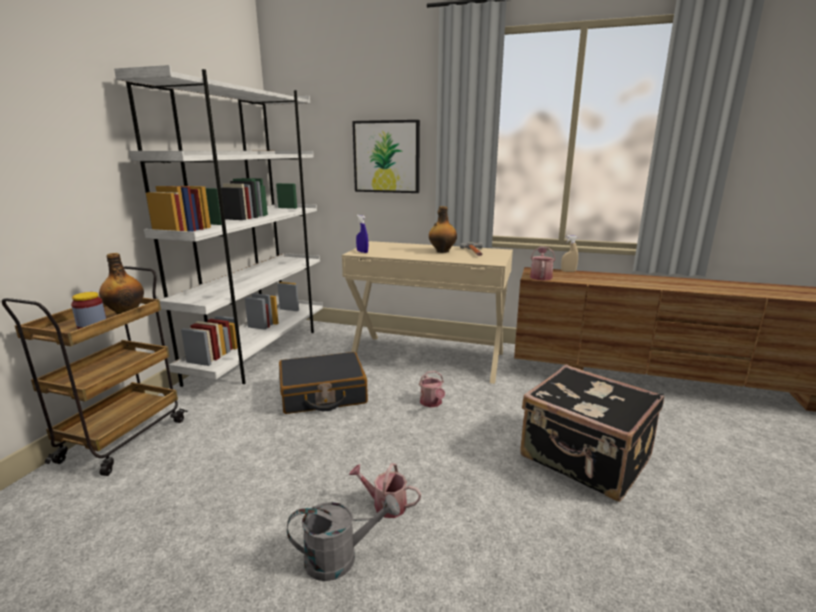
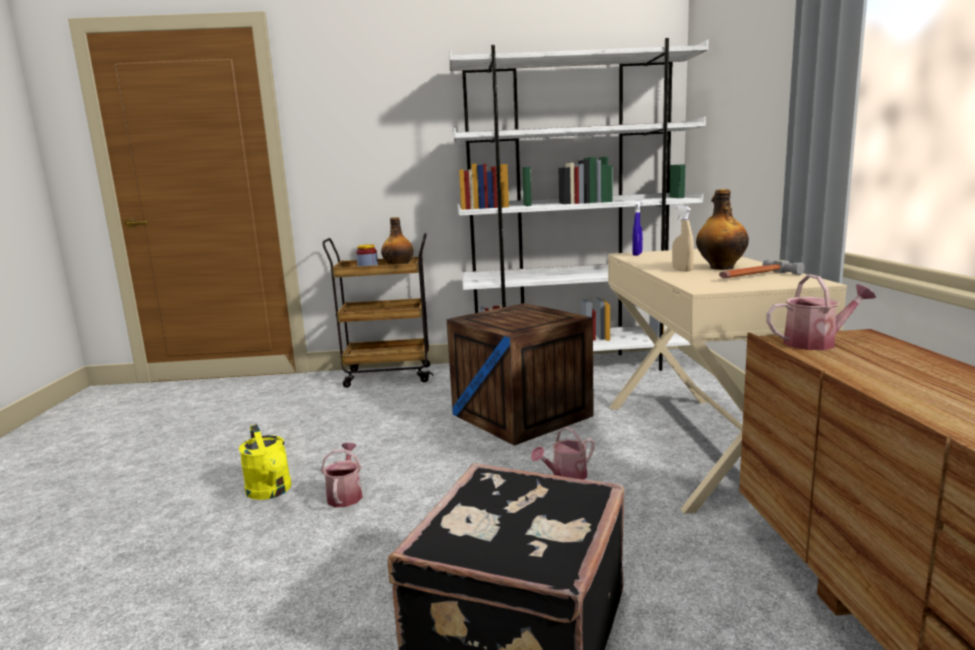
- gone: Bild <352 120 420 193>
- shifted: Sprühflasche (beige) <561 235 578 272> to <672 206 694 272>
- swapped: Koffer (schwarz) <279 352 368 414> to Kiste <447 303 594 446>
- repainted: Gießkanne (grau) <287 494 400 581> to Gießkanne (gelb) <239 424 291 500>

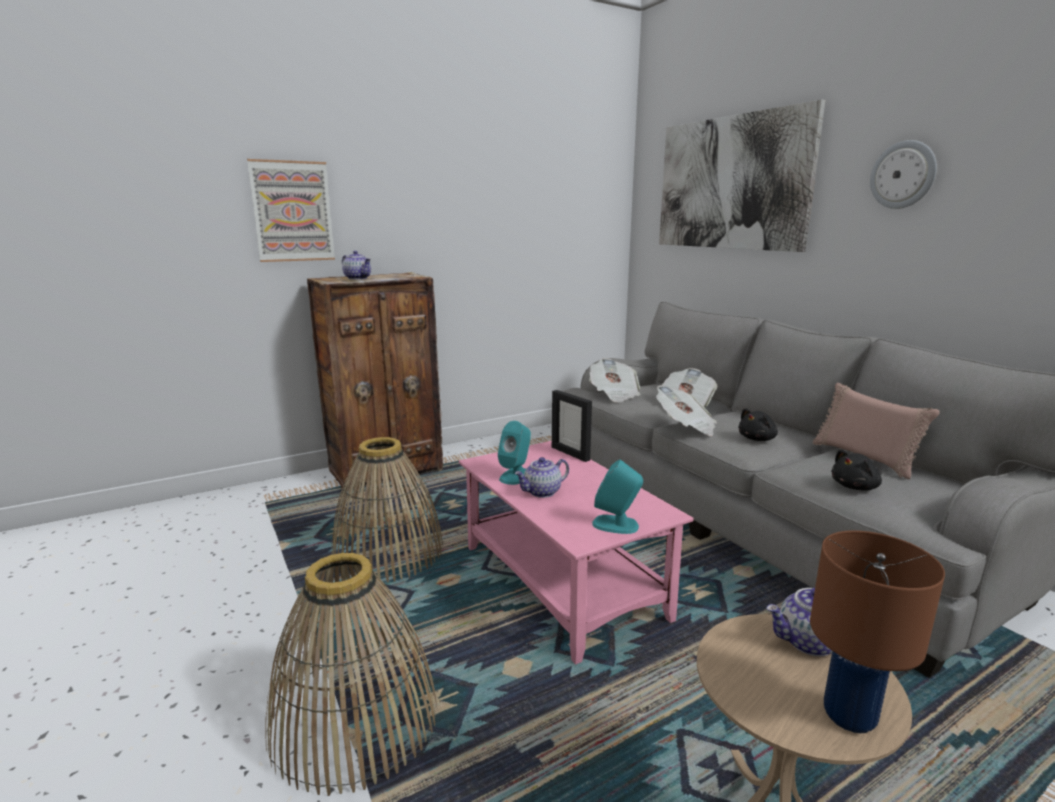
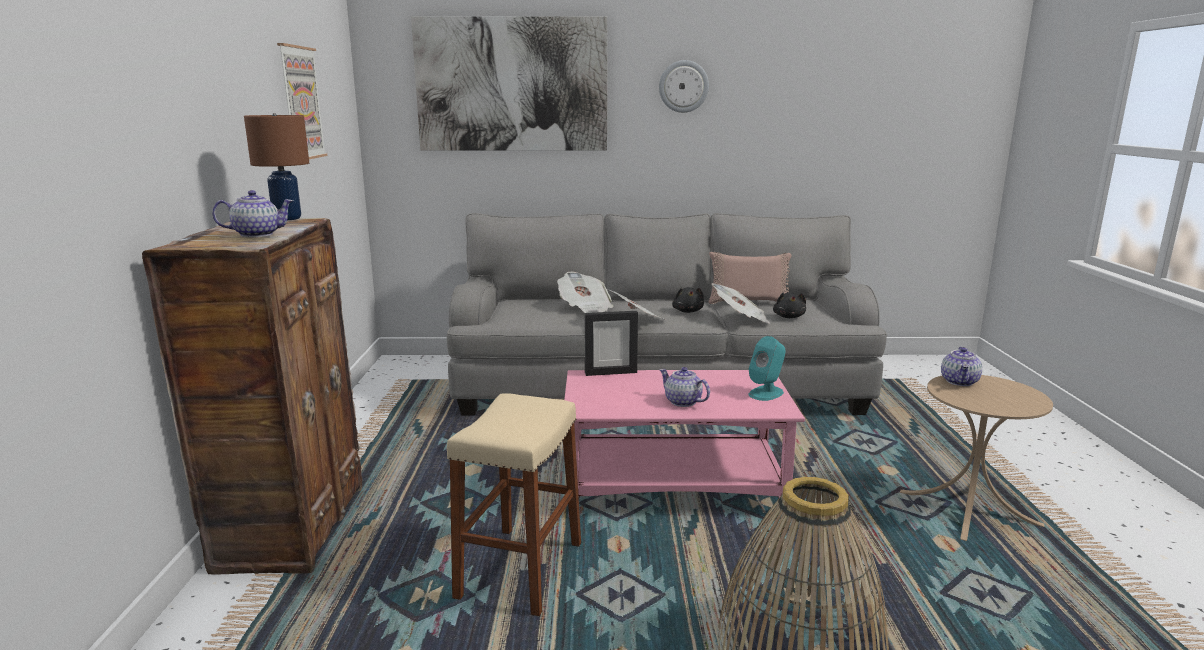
- gone: Lautsprecher (türkis) <498 421 531 485>
- shifted: Bild <247 159 335 262> to <277 43 327 160>
- shifted: Zeitung <590 358 641 403> to <712 283 770 324>
- shifted: Tischlampe (braun) <810 530 945 733> to <244 113 309 221>
- swapped: Korb <331 437 443 583> to Hocker (beige) <447 393 581 616>
- rotated: Teekanne <514 457 569 498> = <659 367 710 407> 135 degrees clockwise

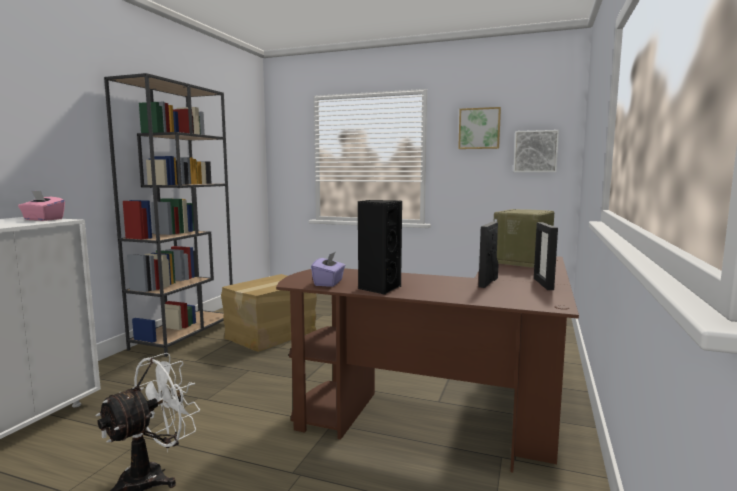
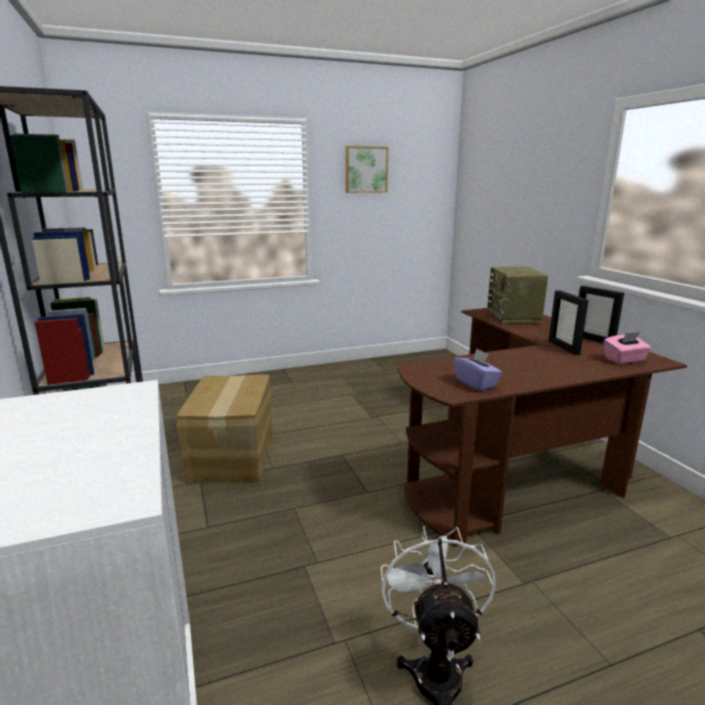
- gone: Lautsprecher (schwarz) <358 200 402 295>
- gone: Bild <513 130 559 172>
- shifted: Taschentuchbox (rosa) <18 190 65 221> to <603 332 651 364>

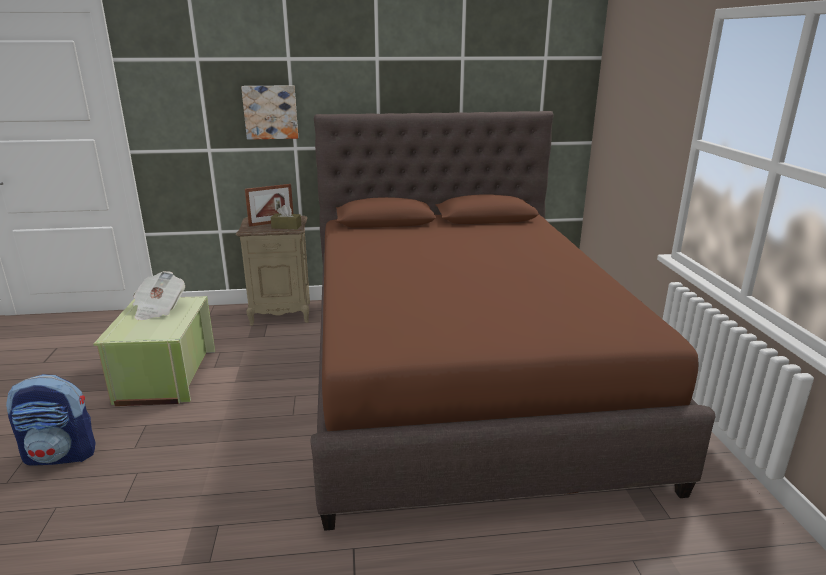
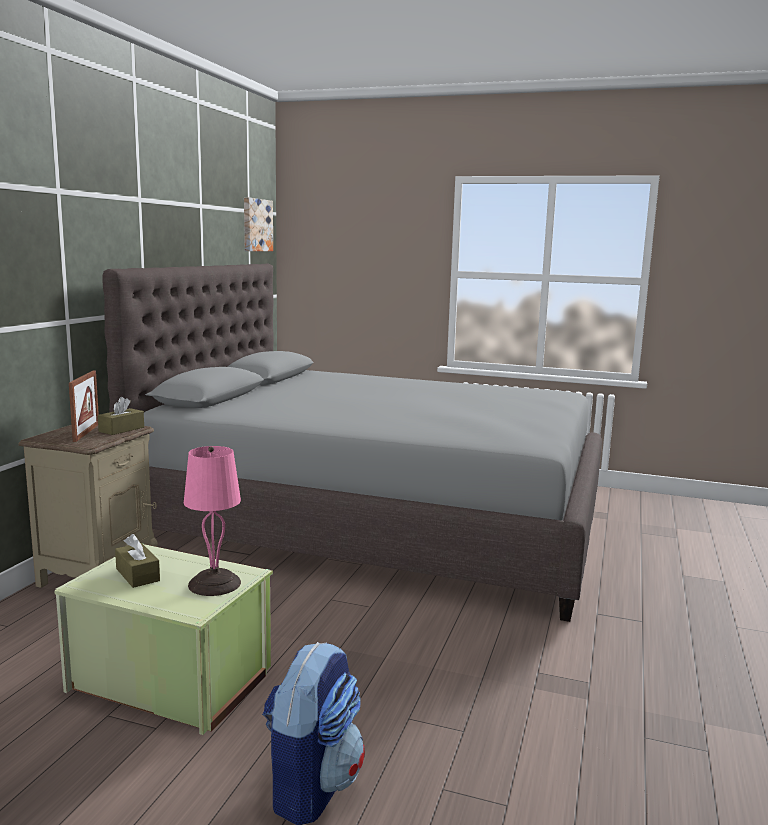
- new: Tischlampe (rosa) <184 446 241 596>
- shifted: Bild <241 85 298 140> to <244 198 273 251>
- swapped: Zeitung <133 271 185 320> to Taschentuchbox (braun) <115 534 160 588>
- repainted: Bett (braun) <311 111 716 531> to Bett (grau) <102 264 602 622>

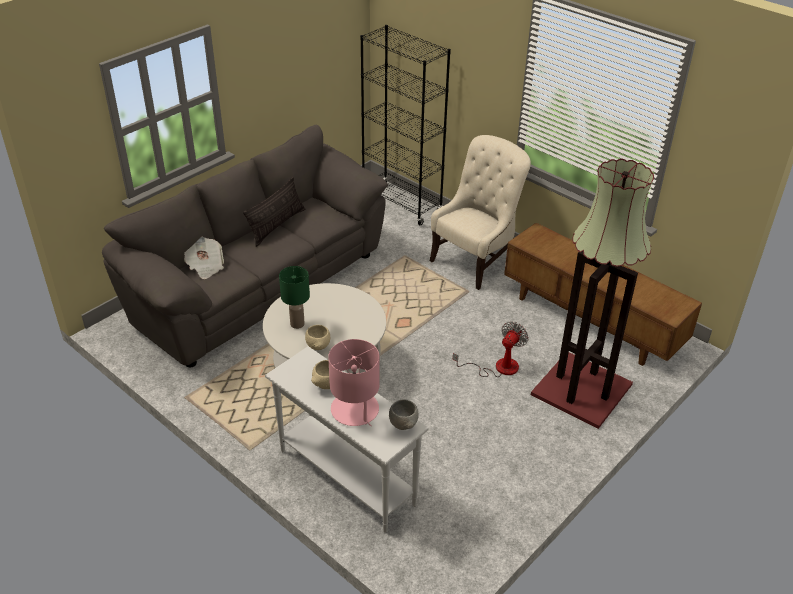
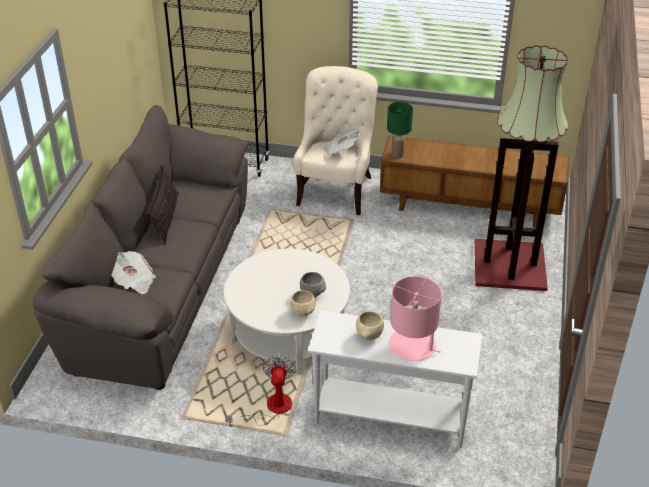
- new: Zeitung <322 128 360 156>
- shifted: Tischlampe (grün) <279 266 310 329> to <387 102 413 158>
- shifted: Schüssel (grau) <389 400 419 430> to <300 272 326 297>
- shifted: Ventilator <453 322 528 377> to <225 356 296 426>

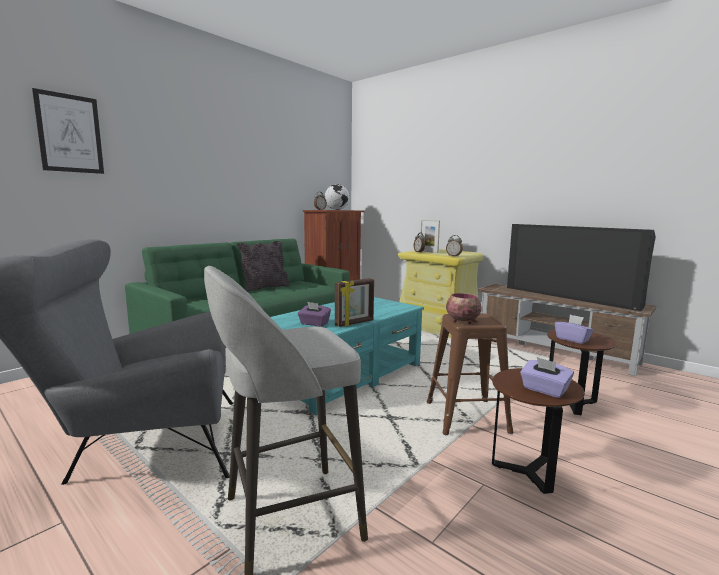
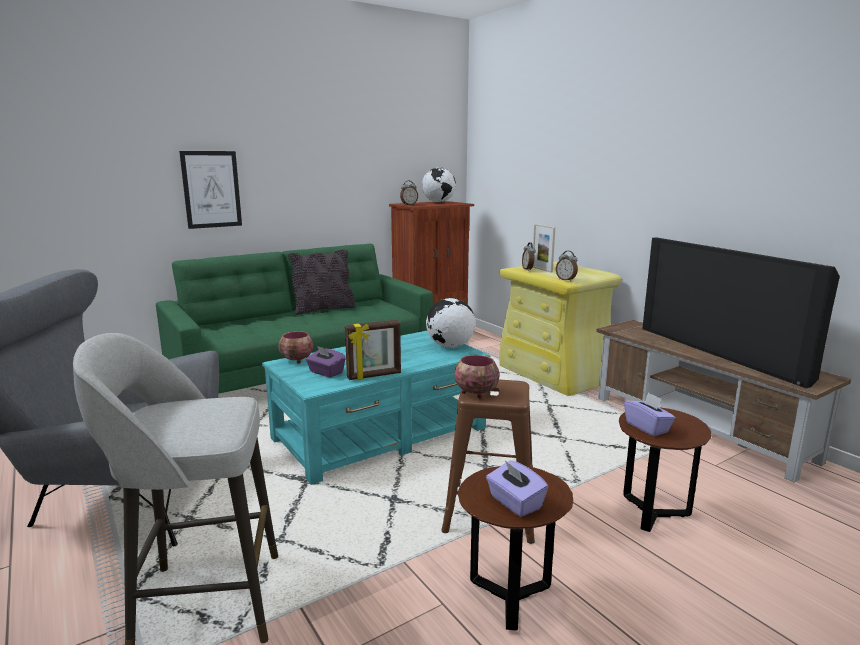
- new: Schüssel <278 331 313 363>
- new: Globus <426 298 475 348>
- shifted: Bild <32 88 104 174> to <179 151 242 229>

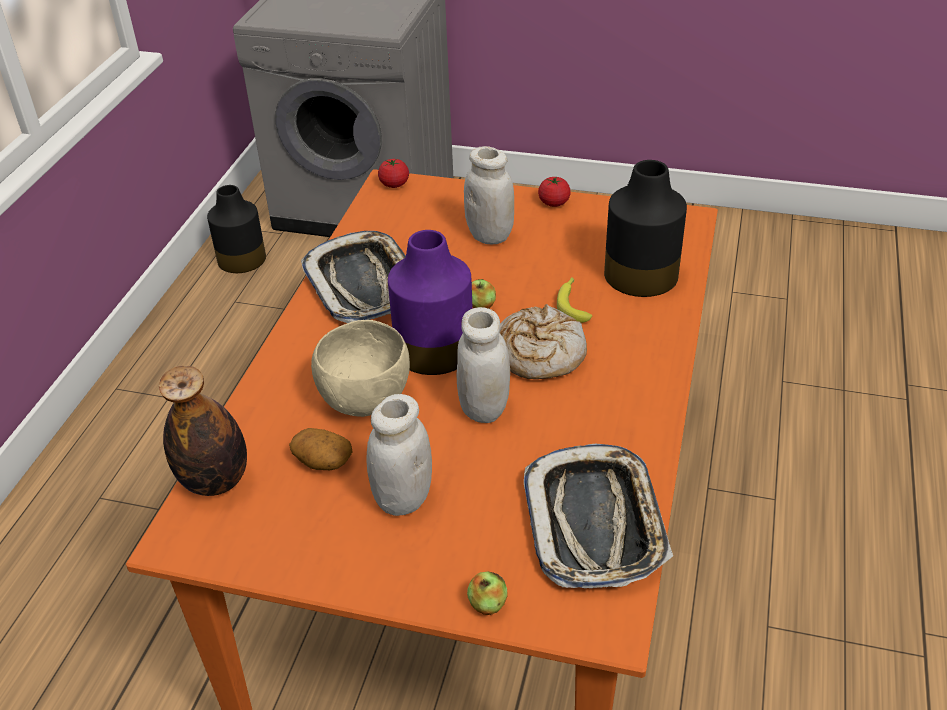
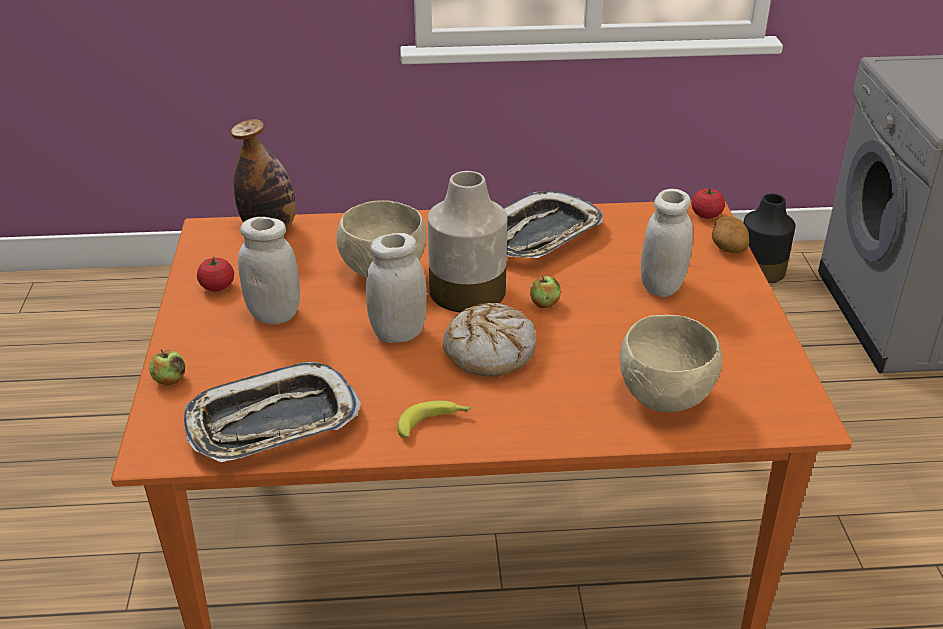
- shifted: Kartoffel <289 428 353 470> to <712 216 749 253>
- shifted: Tomate <538 177 571 207> to <197 257 234 291>
- shifted: Banane <557 277 592 323> to <397 401 471 438>
- swapped: Vase (schwarz) <604 160 687 297> to Schüssel (beige) <620 315 722 412>
- repainted: Vase (lila) <388 230 473 375> to Vase (beige) <428 171 507 313>

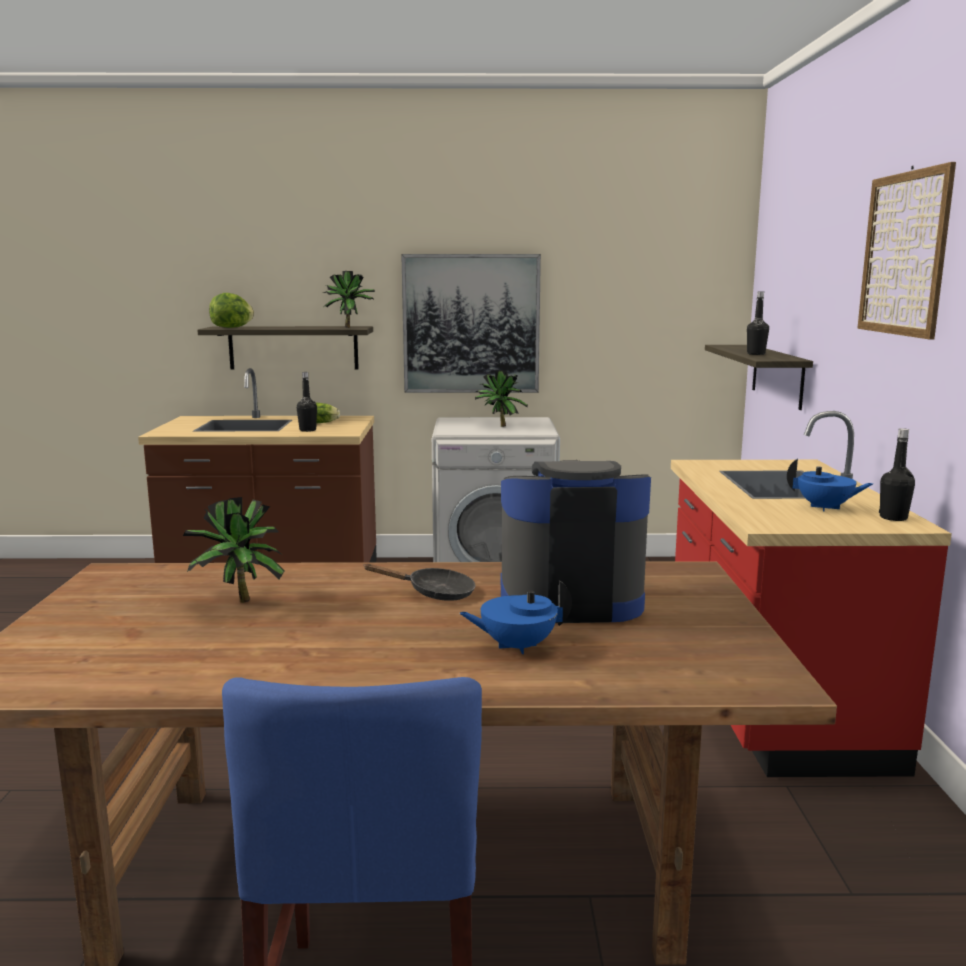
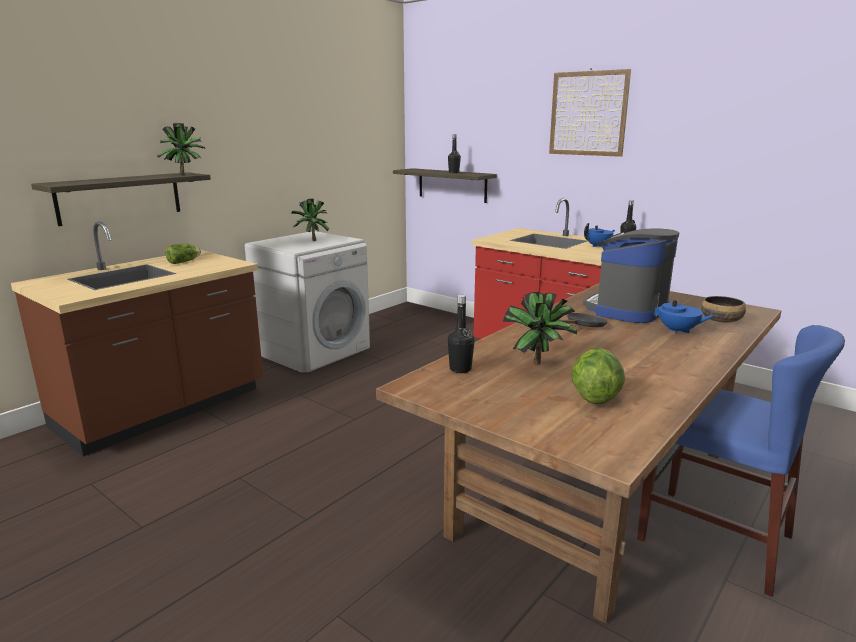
- gone: Bild <401 254 541 393>
- new: Schüssel <701 296 746 323>
- shifted: Salatkopf <209 293 254 328> to <571 348 625 405>
- shifted: Flasche (schwarz) <296 372 317 432> to <448 295 475 373>
- rotated: Teekanne (blau) <459 580 572 654> = <650 293 716 334> 90 degrees counterclockwise

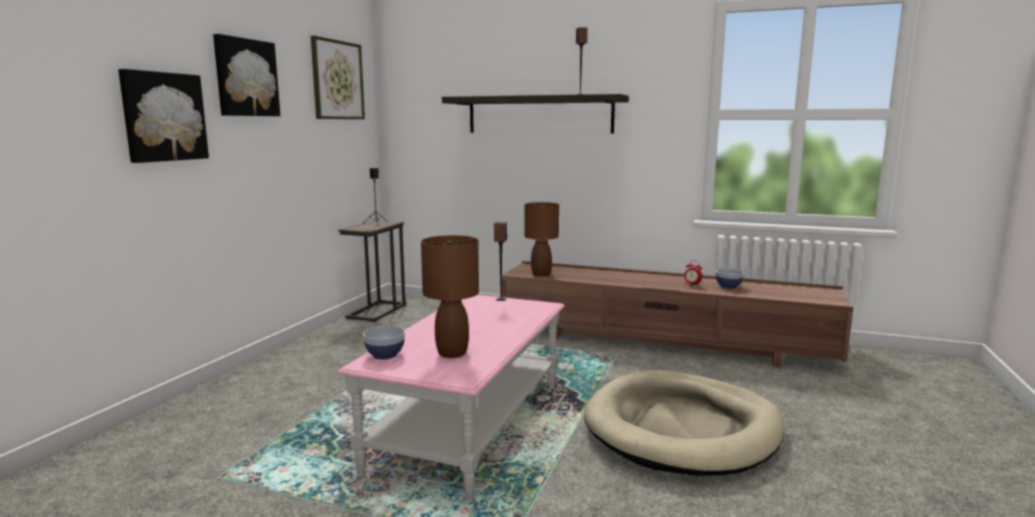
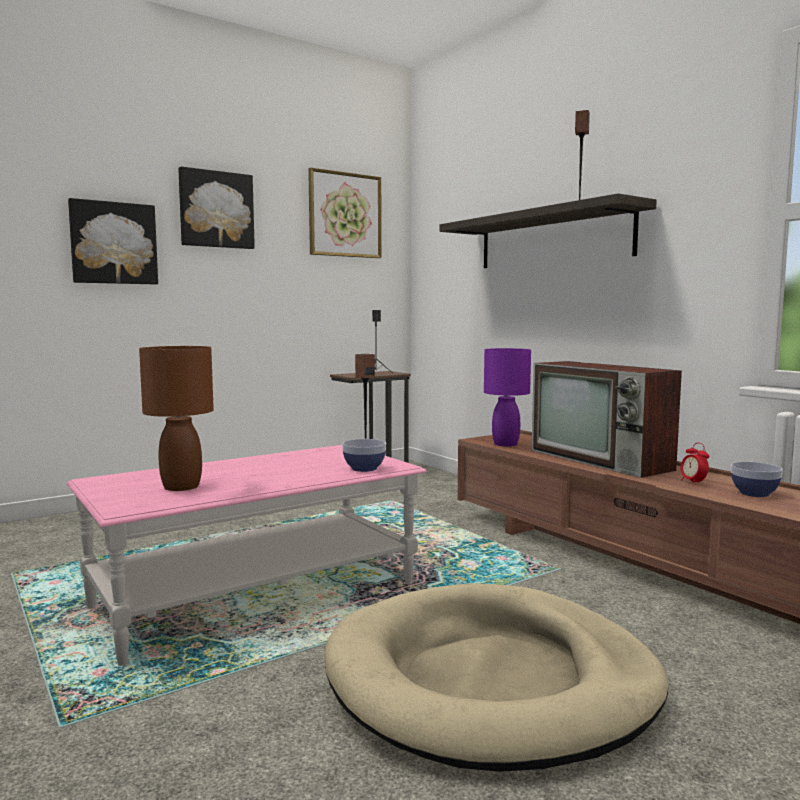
- new: Fernseher <531 361 682 478>
- shifted: Schüssel <363 326 405 360> to <342 439 386 472>
- repainted: Tischlampe (braun) <525 202 559 277> to Tischlampe (lila) <484 348 531 447>

